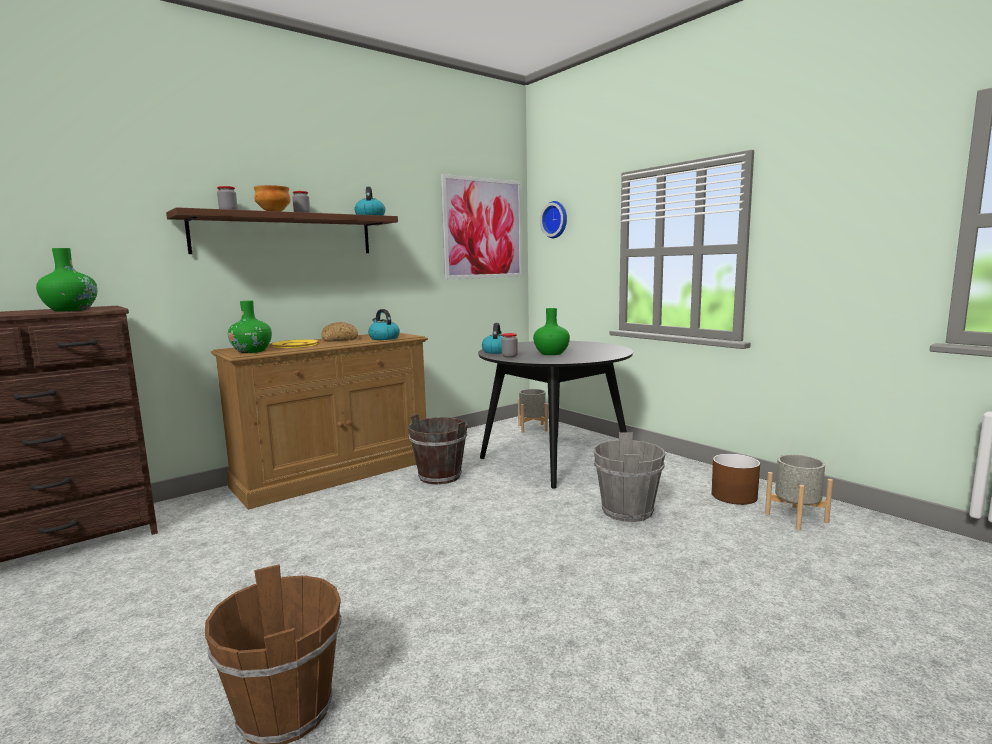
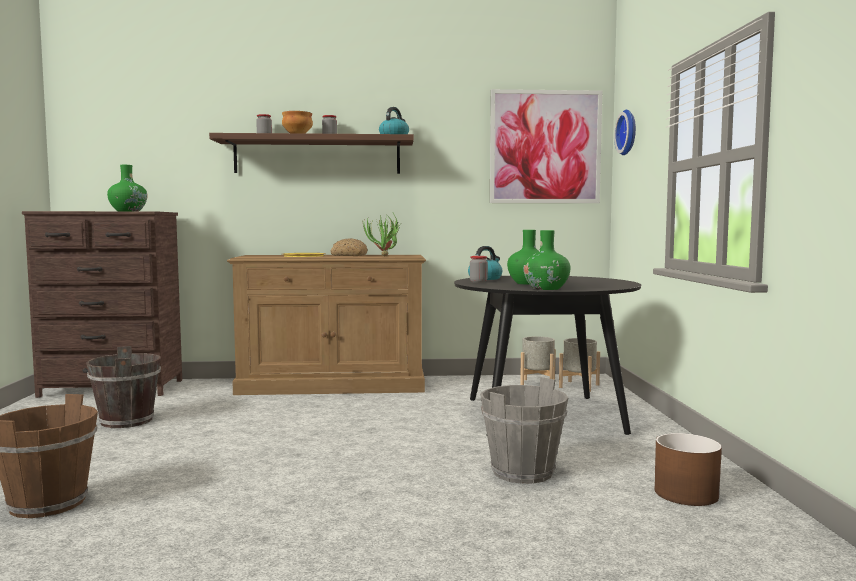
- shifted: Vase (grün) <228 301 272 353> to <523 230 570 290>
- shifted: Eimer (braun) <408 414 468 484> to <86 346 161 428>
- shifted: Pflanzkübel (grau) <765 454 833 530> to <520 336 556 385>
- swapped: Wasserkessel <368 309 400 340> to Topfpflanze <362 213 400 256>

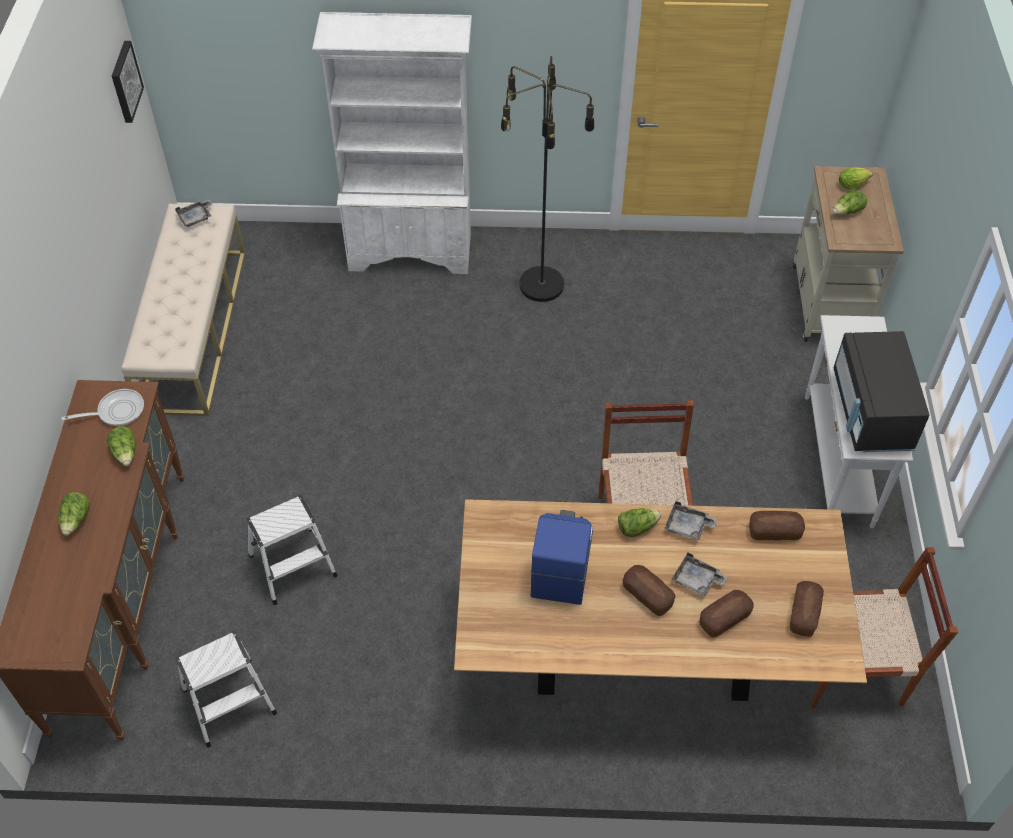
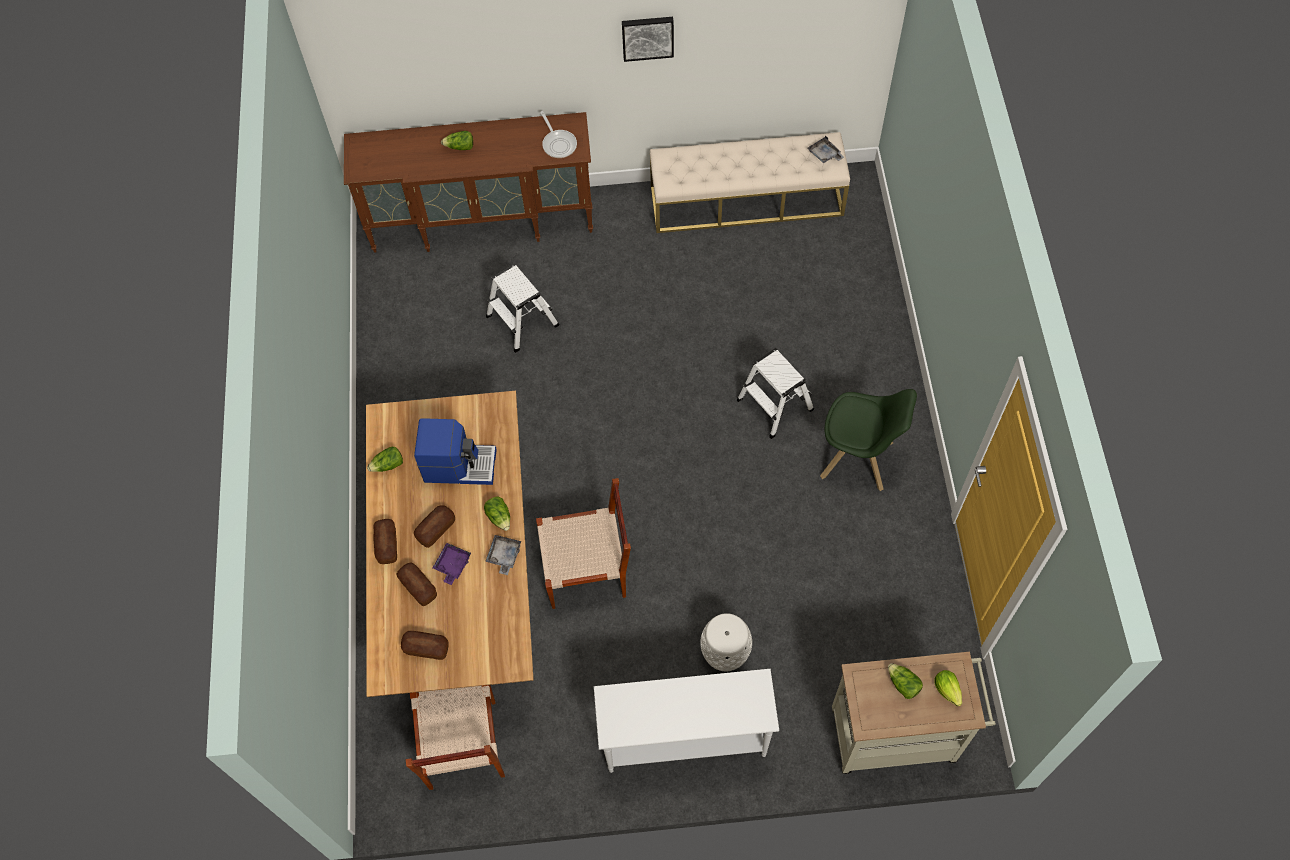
- gone: Bücherregal (weiß) <312 12 472 274>
- gone: Mikrowelle (schwarz) <834 331 929 452>
- new: Hocker (weiß) <700 613 752 671>
- shifted: Salatkopf <107 426 136 466> to <367 447 403 472>
- shifted: Bild <112 41 144 123> to <622 17 674 62>
- shifted: Trittleiter (weiß) <175 631 277 748> to <737 348 814 439>
- shifted: Brot <749 511 805 540> to <373 519 397 564>
- swapped: Stehlampe <501 56 594 302> to Stuhl (grün) <820 389 917 491>
- repainted: Tablett (grau) <671 553 728 596> to Tablett (lila) <433 543 471 585>

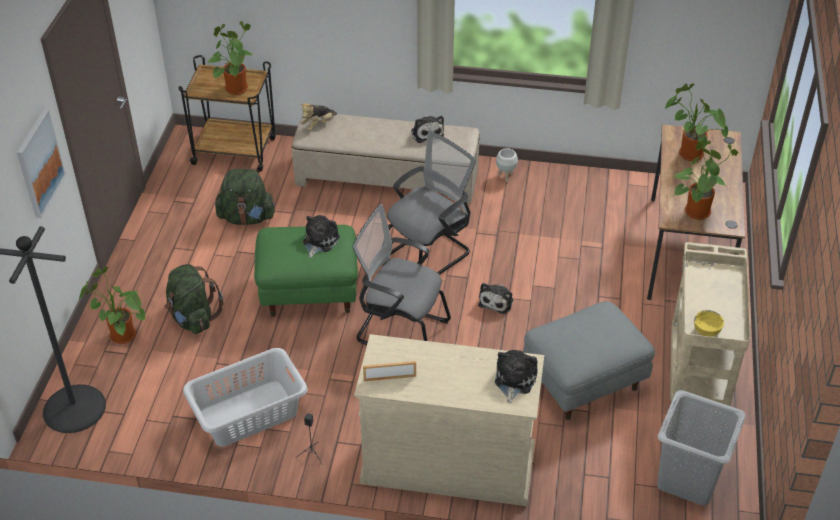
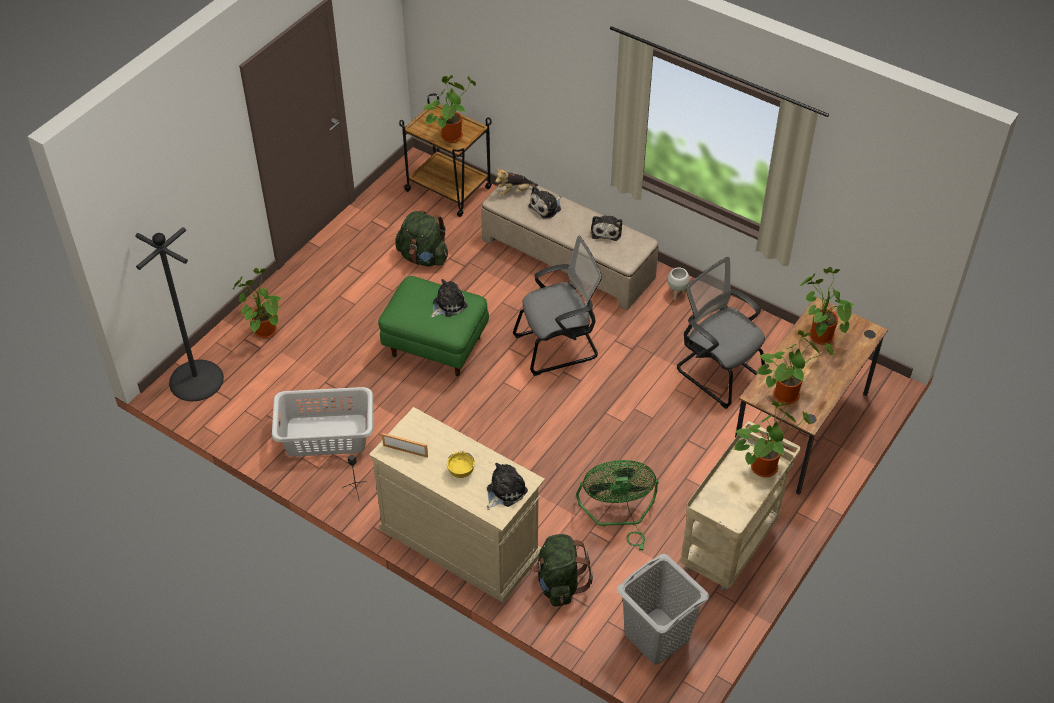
- gone: Bild <17 109 66 218>
- new: Topfpflanze <733 401 811 477>
- shifted: Rucksack (grün) <164 264 223 334> to <532 534 593 607>
- shifted: Stuhl <353 204 451 345> to <677 257 765 409>
- shifted: Plüschtier <478 283 513 314> to <528 186 561 219>
- shifted: Schüssel (gelb) <694 310 724 337> to <447 451 475 478>
- swapped: Polsterhocker (grau) <523 301 655 420> to Ventilator (grün) <576 460 659 551>

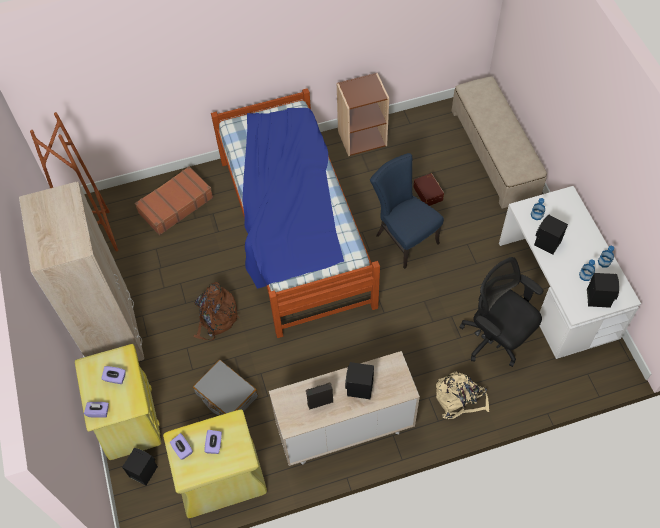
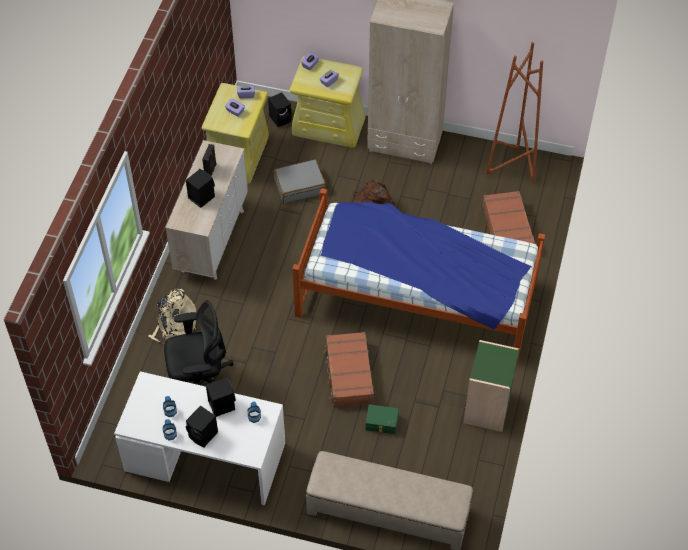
- shifted: Lautsprecher (schwarz) <587 273 619 308> to <186 405 218 447>
- swapped: Stuhl (blau) <370 153 444 269> to Koffer (braun) <324 332 374 407>
- repainted: Bücherregal (braun) <337 73 389 156> to Bücherregal (grün) <464 340 519 432>
- repainted: Aufbewahrungsbox (braun) <414 173 444 206> to Aufbewahrungsbox (grün) <365 404 399 434>

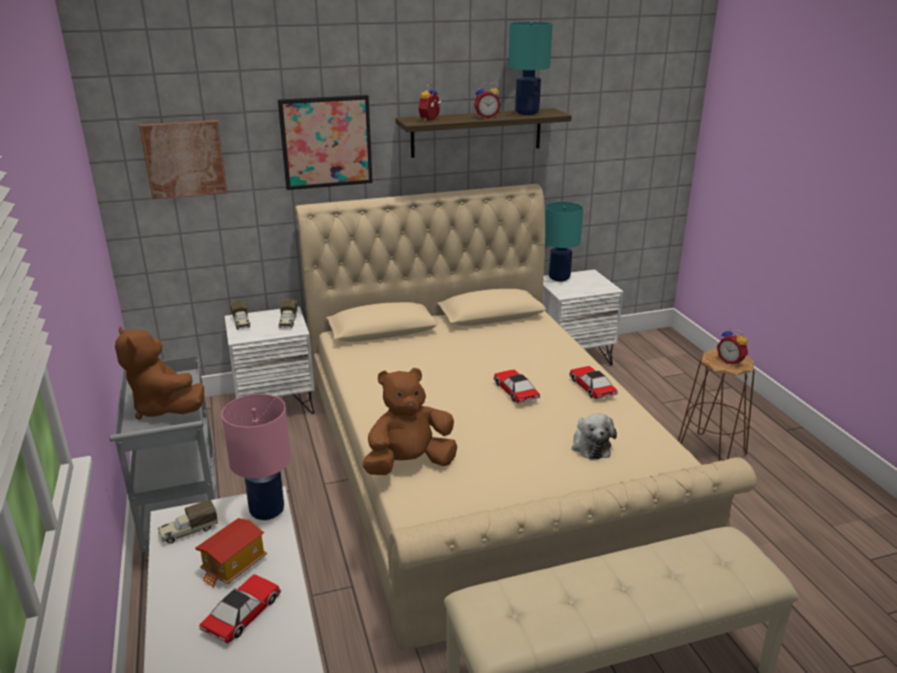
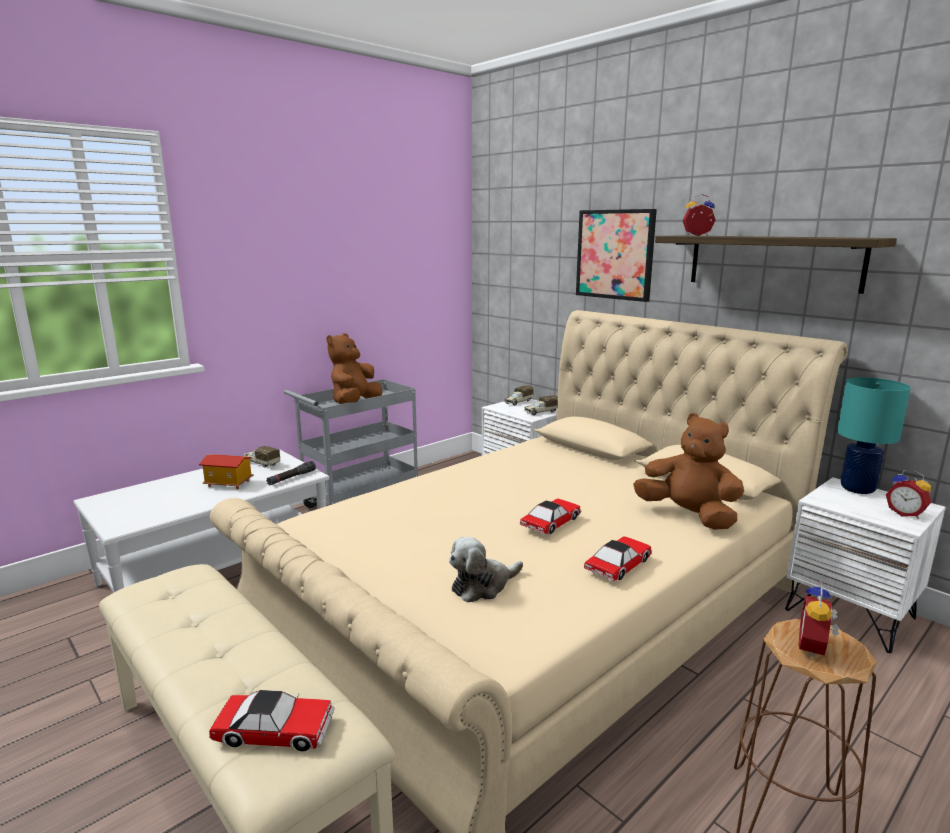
- gone: Bild <139 120 227 200>
- gone: Tischlampe (türkis) <509 22 553 115>
- shifted: Spielzeugauto <199 574 281 644> to <209 690 335 751>
- shifted: Plüschtier (braun) <362 368 457 475> to <633 413 744 530>
- shifted: Wecker <474 82 501 119> to <886 470 931 519>
- swapped: Tischlampe (rosa) <222 394 291 520> to Taschenlampe (schwarz) <266 461 316 485>

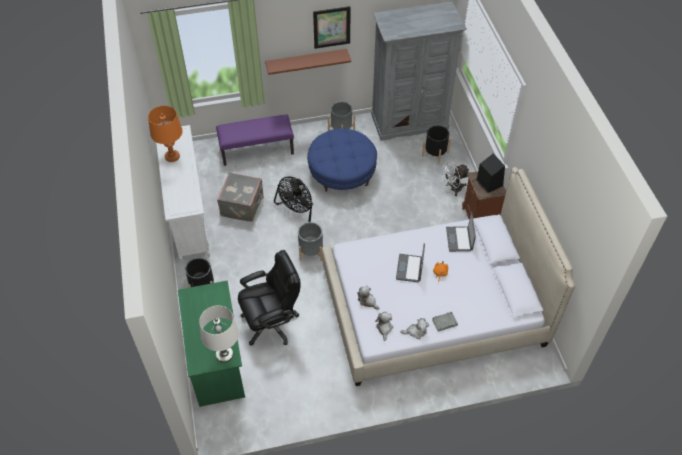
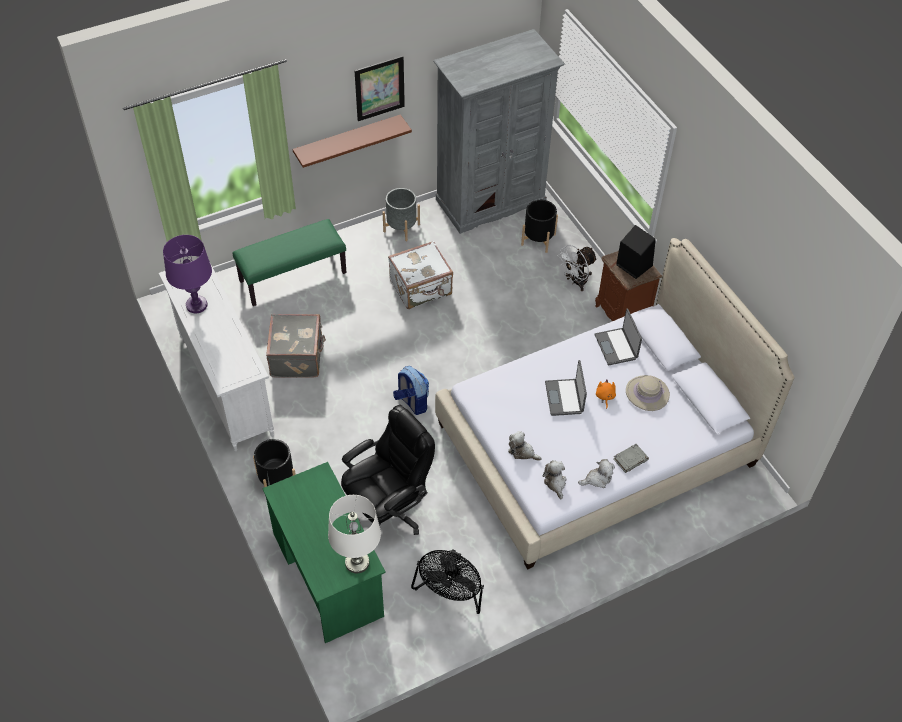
- new: Hut (beige) <626 375 670 411>
- shifted: Ventilator (schwarz) <274 177 313 222> to <411 549 484 614>
- swapped: Pflanzkübel (grau) <298 222 323 261> to Rucksack <393 366 429 415>
- swapped: Polsterhocker (blau) <307 129 377 192> to Koffer (weiß) <388 241 453 309>
- repainted: Tischlampe (orange) <148 106 183 162> to Tischlampe (lila) <163 235 212 313>
- repainted: Bank (lila) <216 114 294 166> to Bank (grün) <233 219 346 306>

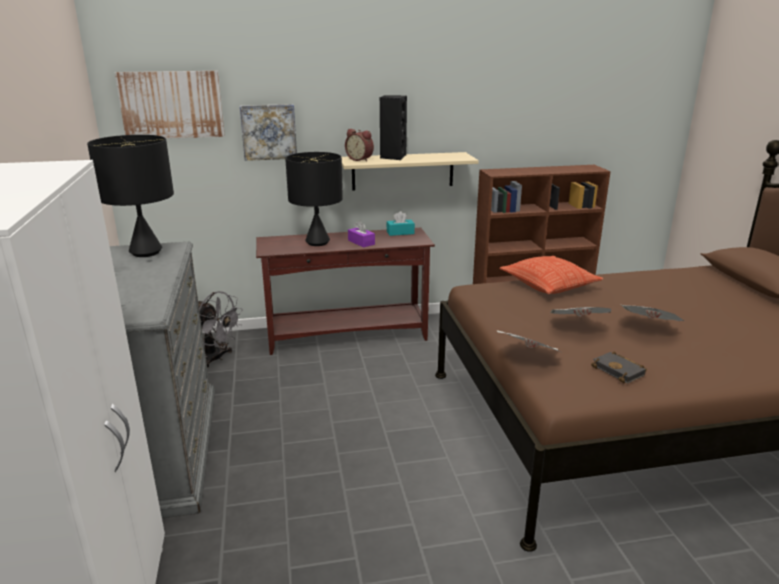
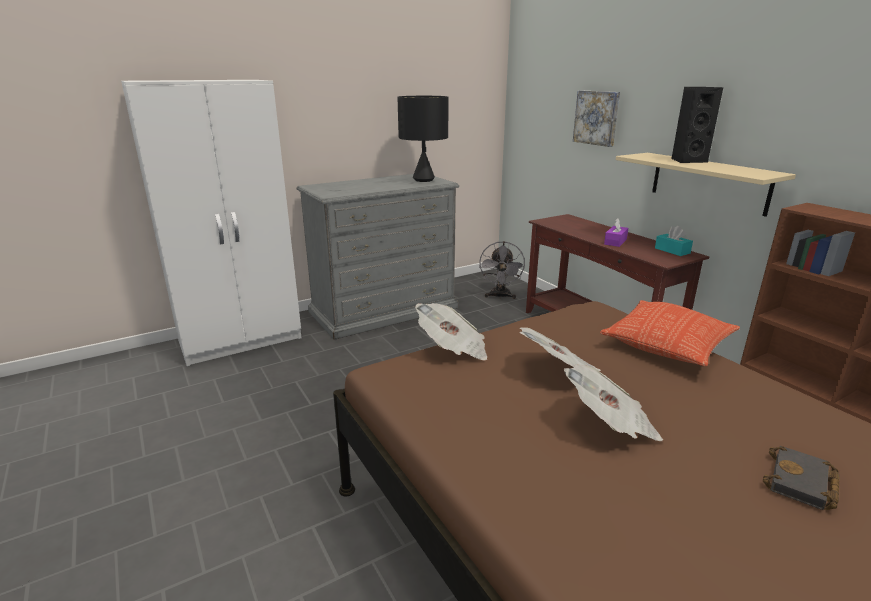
- gone: Bild <115 71 225 139>
- gone: Tischlampe (schwarz) <285 152 343 246>
- gone: Wecker <345 129 374 161>
- shifted: Buch (schwarz) <591 352 647 384> to <763 446 839 510>

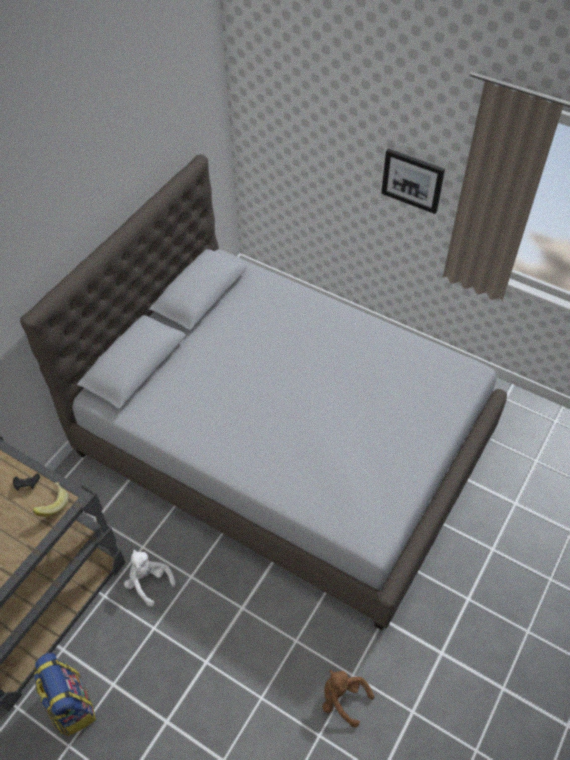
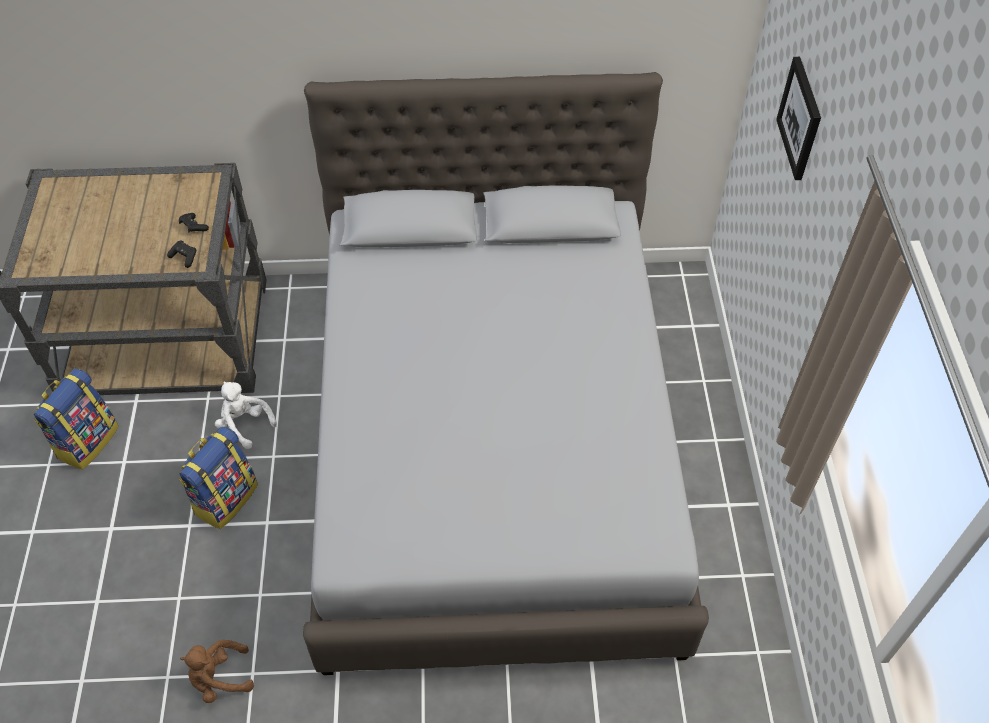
- new: Rucksack <179 426 258 529>
- shifted: Bild <381 149 445 214> to <776 57 821 180>
- swapped: Banane <32 482 68 517> to Gamepad (schwarz) <167 241 197 268>
- rotated: Plüschtier (weiß) <124 550 176 607> = <215 381 277 449> 60 degrees counterclockwise
- rotated: Plüschtier (braun) <322 670 374 727> = <180 640 254 703> 105 degrees counterclockwise

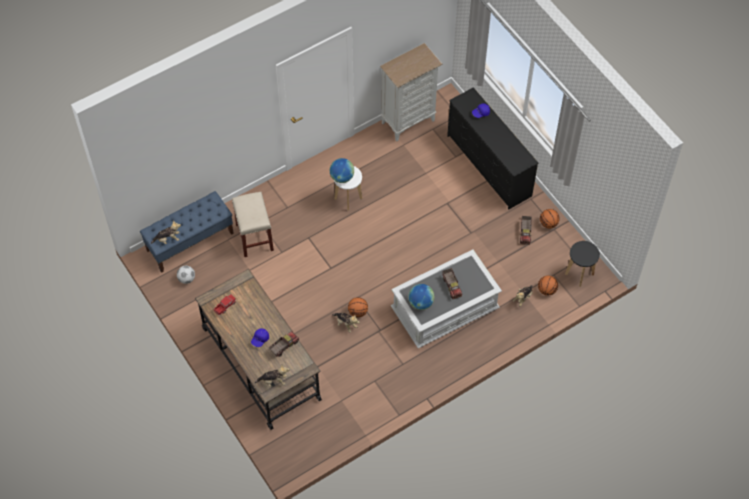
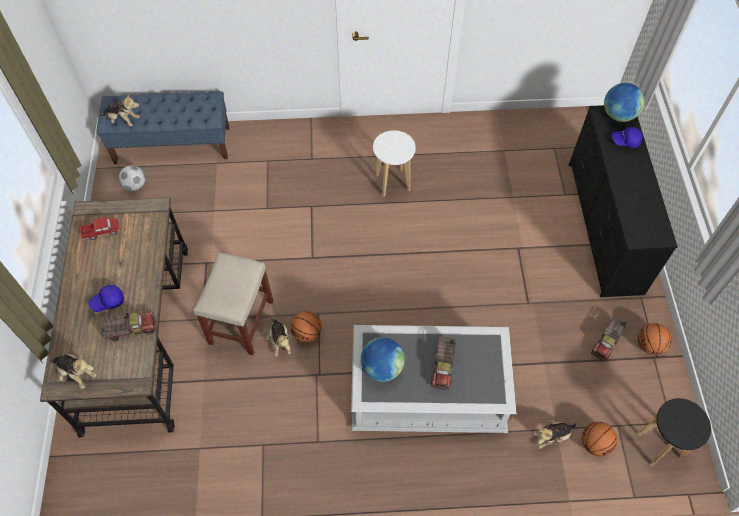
- gone: Kommode (weiß) <380 43 443 141>
- shifted: Hocker (beige) <232 192 274 257> to <193 252 273 355>
- shifted: Globus <330 158 354 183> to <604 83 644 122>

